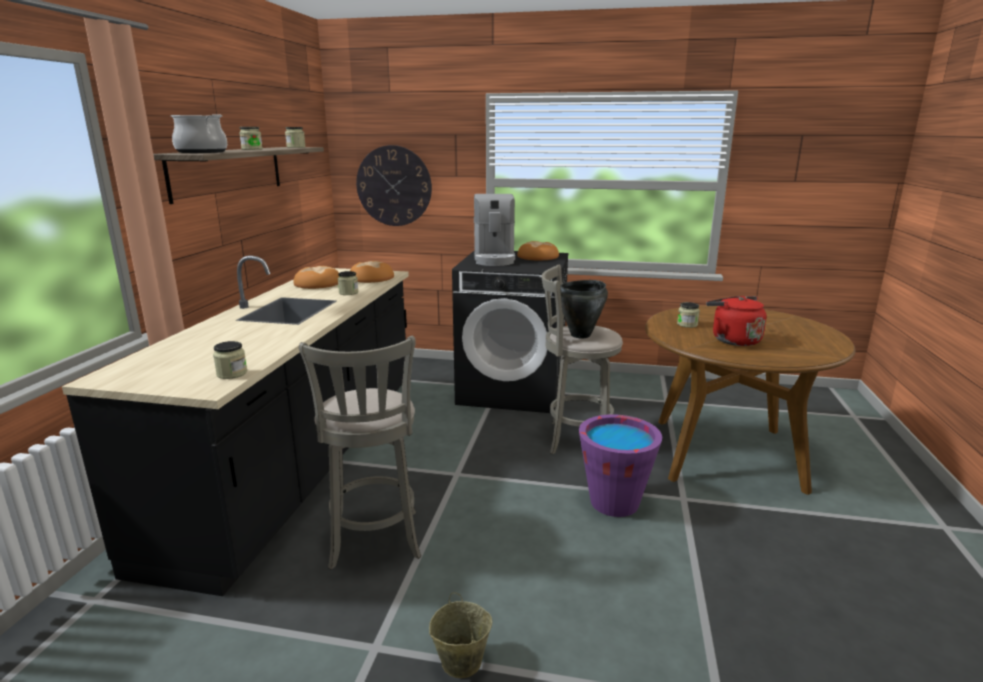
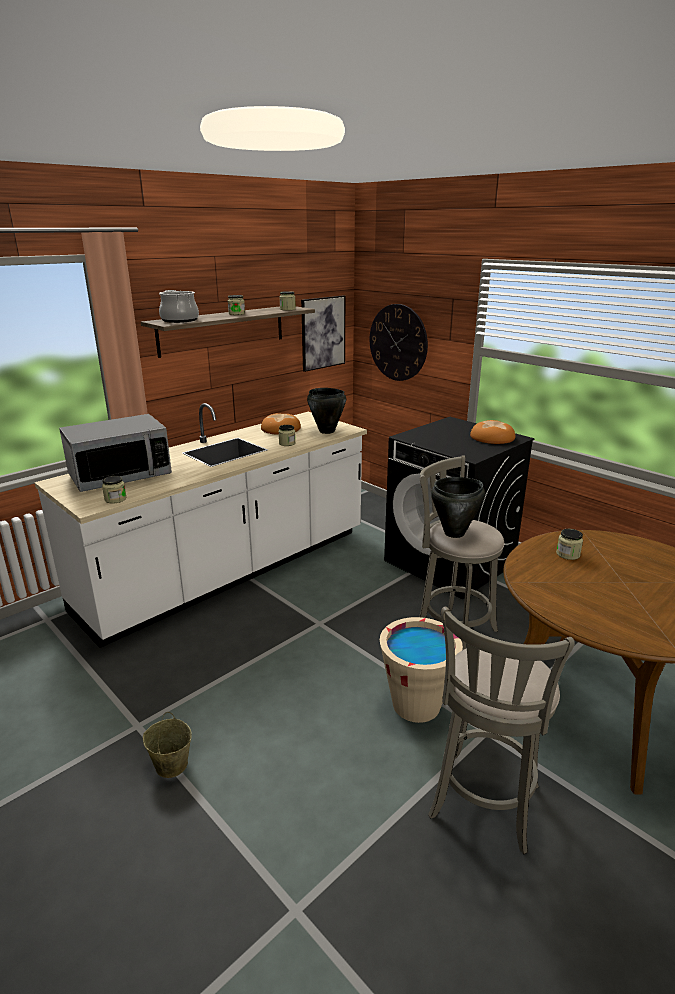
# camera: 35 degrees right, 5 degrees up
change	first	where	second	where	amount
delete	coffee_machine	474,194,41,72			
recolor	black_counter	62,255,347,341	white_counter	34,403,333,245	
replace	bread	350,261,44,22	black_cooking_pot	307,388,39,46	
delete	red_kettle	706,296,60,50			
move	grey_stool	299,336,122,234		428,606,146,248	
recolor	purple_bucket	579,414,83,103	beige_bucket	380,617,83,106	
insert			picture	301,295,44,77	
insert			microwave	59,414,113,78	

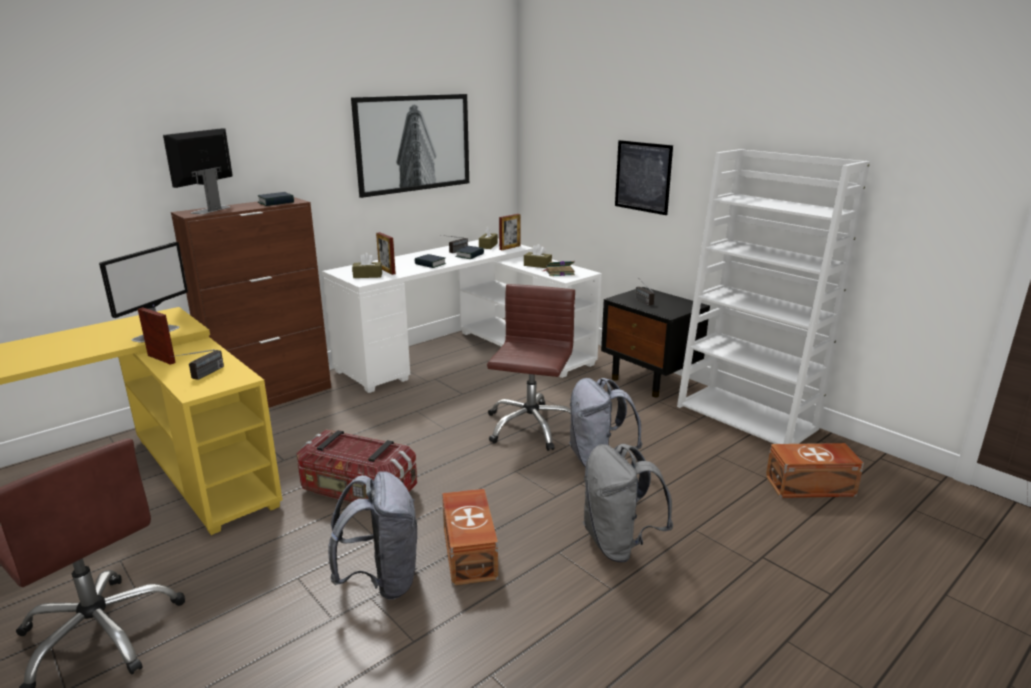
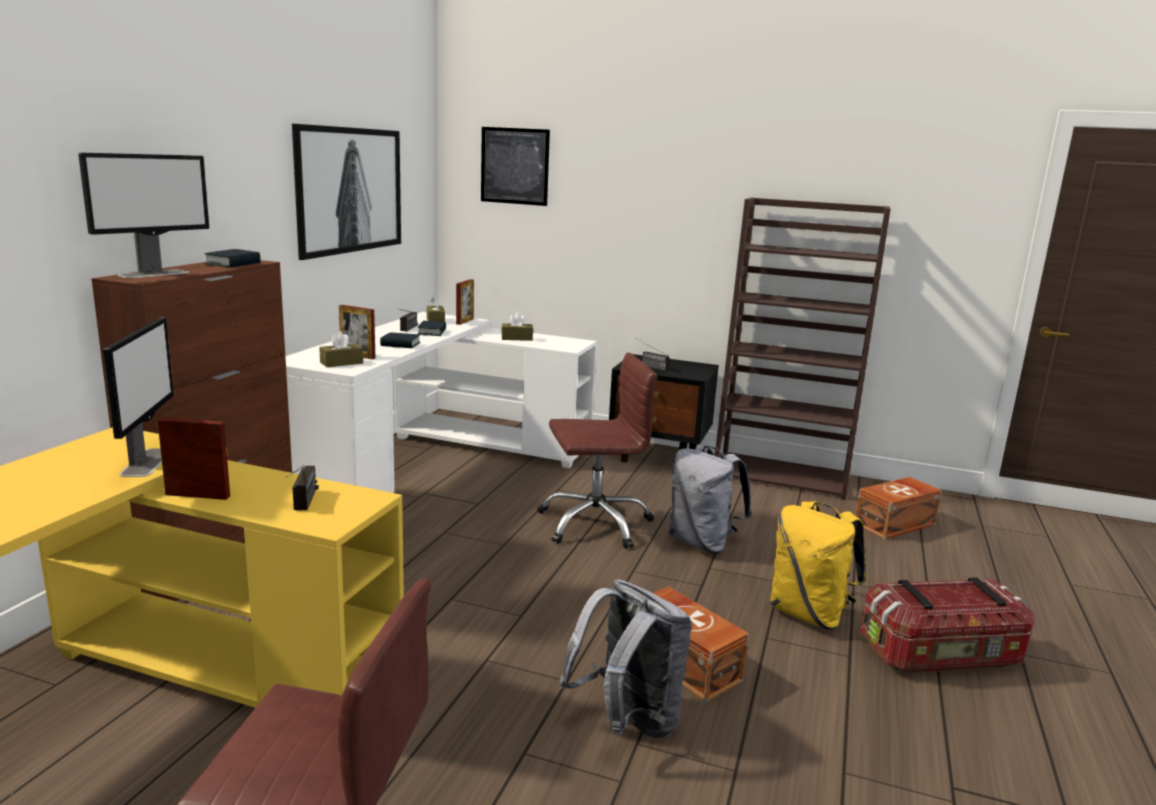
# camera: 30 degrees left, 5 degrees down
change	first	where	second	where	amount
rotate	monitor	163,128,70,86		78,153,131,125	135 degrees counterclockwise
move	picture	615,140,58,75		481,127,69,79	
recolor	white_bookcase	677,149,193,295	brown_bookcase	715,198,176,302	
delete	book	542,261,33,15			
rotate	brown_office_chair	487,284,88,167		538,352,119,197	90 degrees clockwise
move	storage_box	296,430,121,72		860,577,176,96	
recolor	grey_backpack	583,444,90,118	yellow_backpack	770,501,96,128	

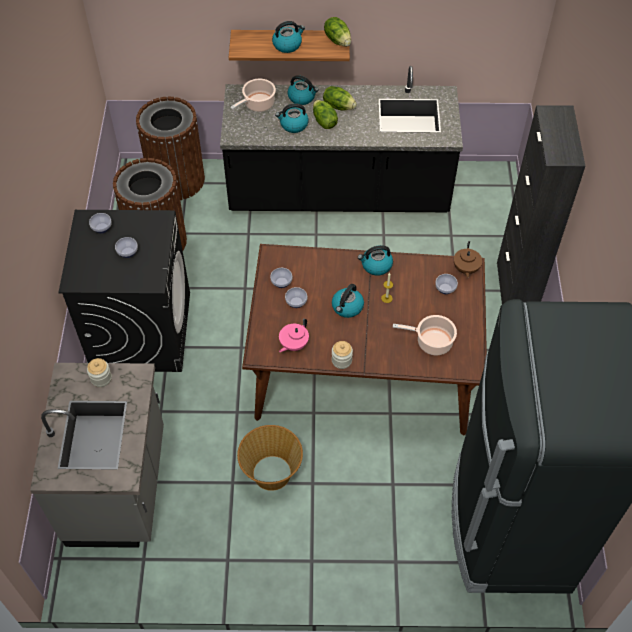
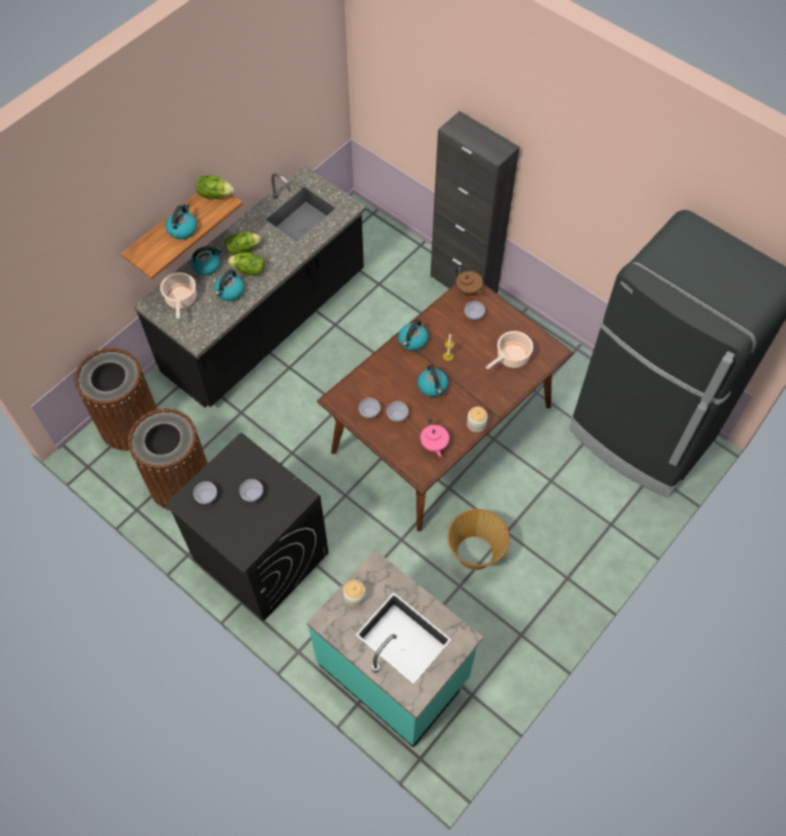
# camera: 50 degrees left, 5 degrees up
change	first	where	second	where	amount
recolor	grey_counter	30,363,134,185	turquoise_counter	307,550,176,198	

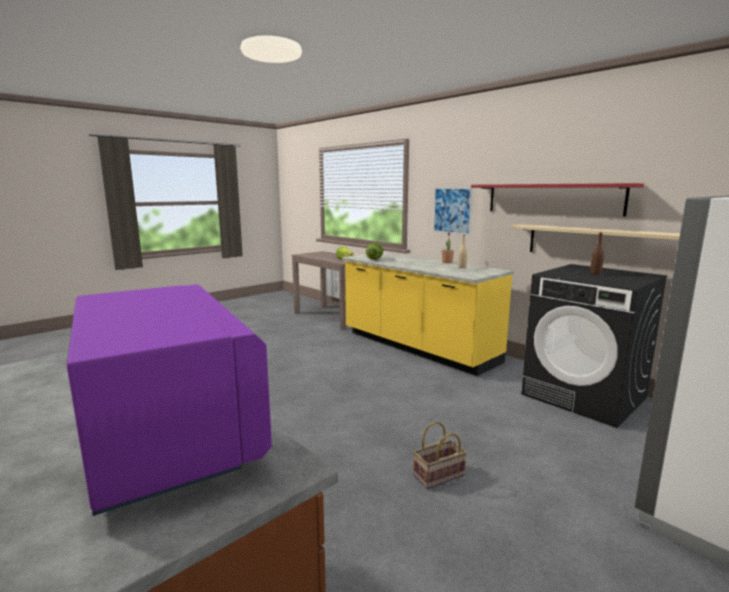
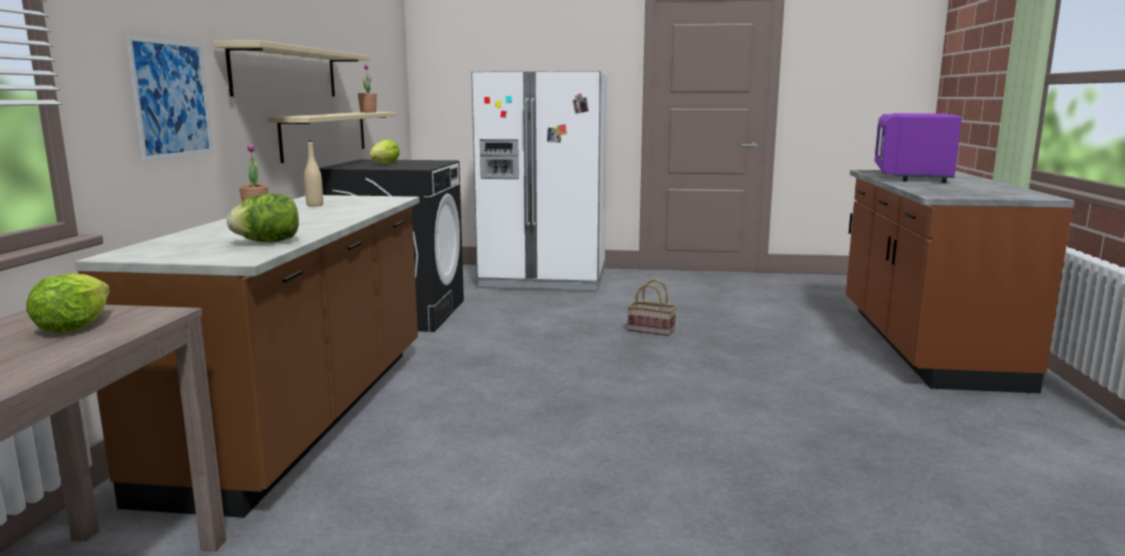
# camera: 130 degrees left, 0 degrees up
change	first	where	second	where	amount
recolor	red_shelf	471,183,173,33	beige_shelf	214,40,156,56	
replace	brown_bottle	590,232,14,42	lettuce	369,139,31,25	
recolor	yellow_counter	342,252,171,124	brown_counter	75,195,345,323	
insert			potted_plant	358,64,19,49	

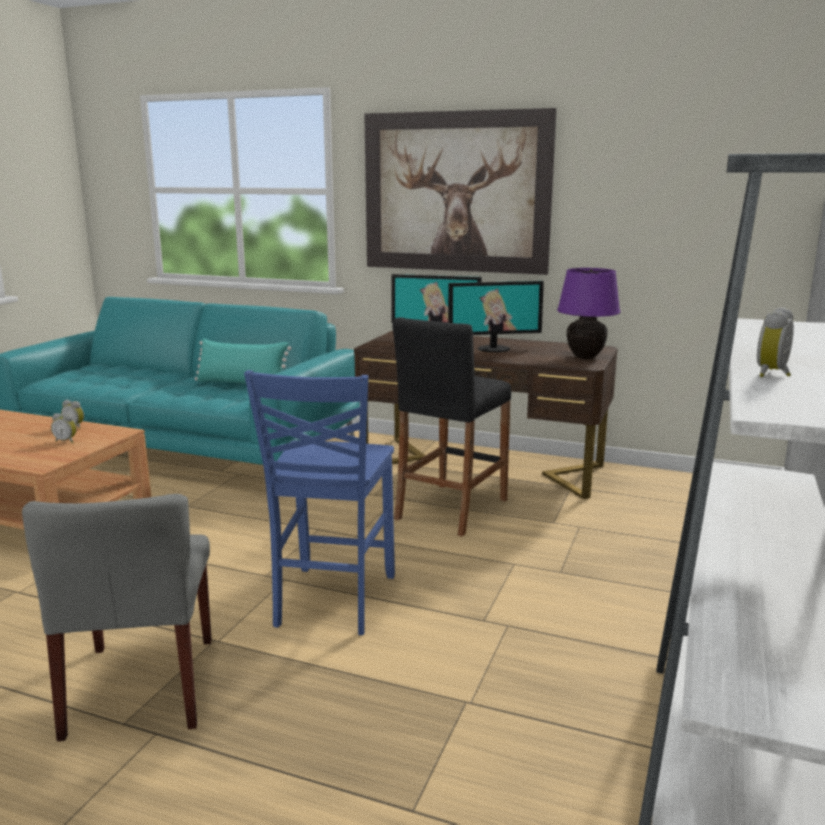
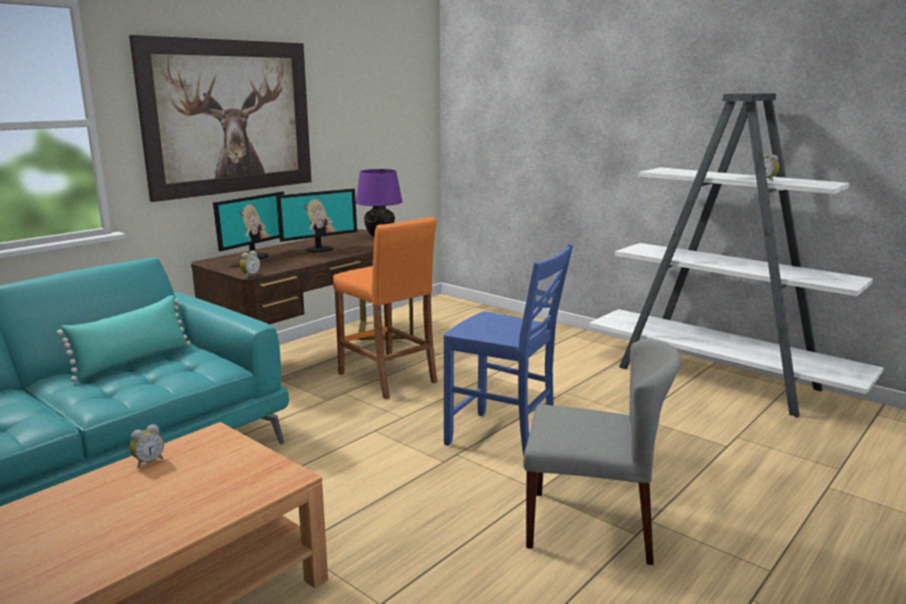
# camera: 70 degrees left, 0 degrees up
change	first	where	second	where	amount
rotate	monitor	448,281,96,71		276,188,81,65	45 degrees clockwise
recolor	black_stool	392,317,119,220	orange_stool	333,217,105,182	
move	alarm_clock	51,413,26,30		240,250,20,28	

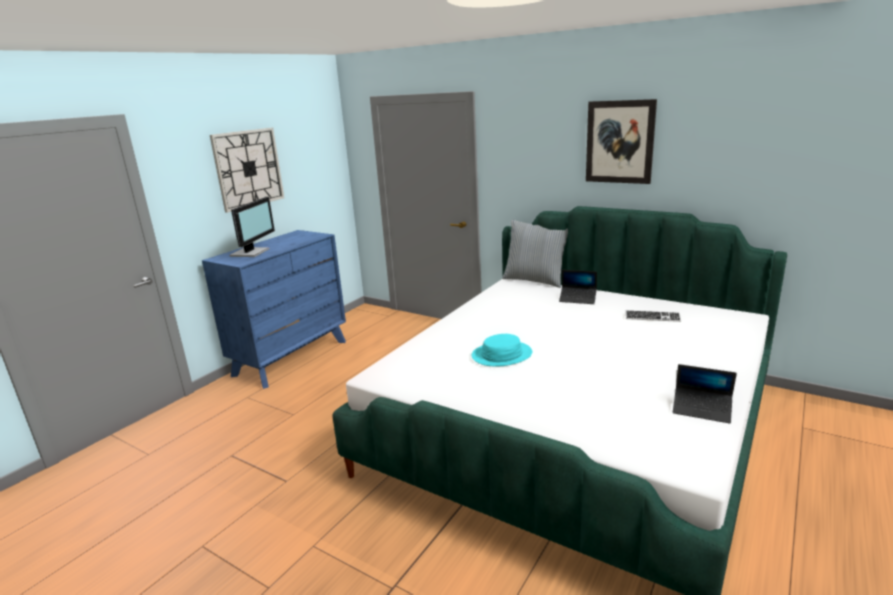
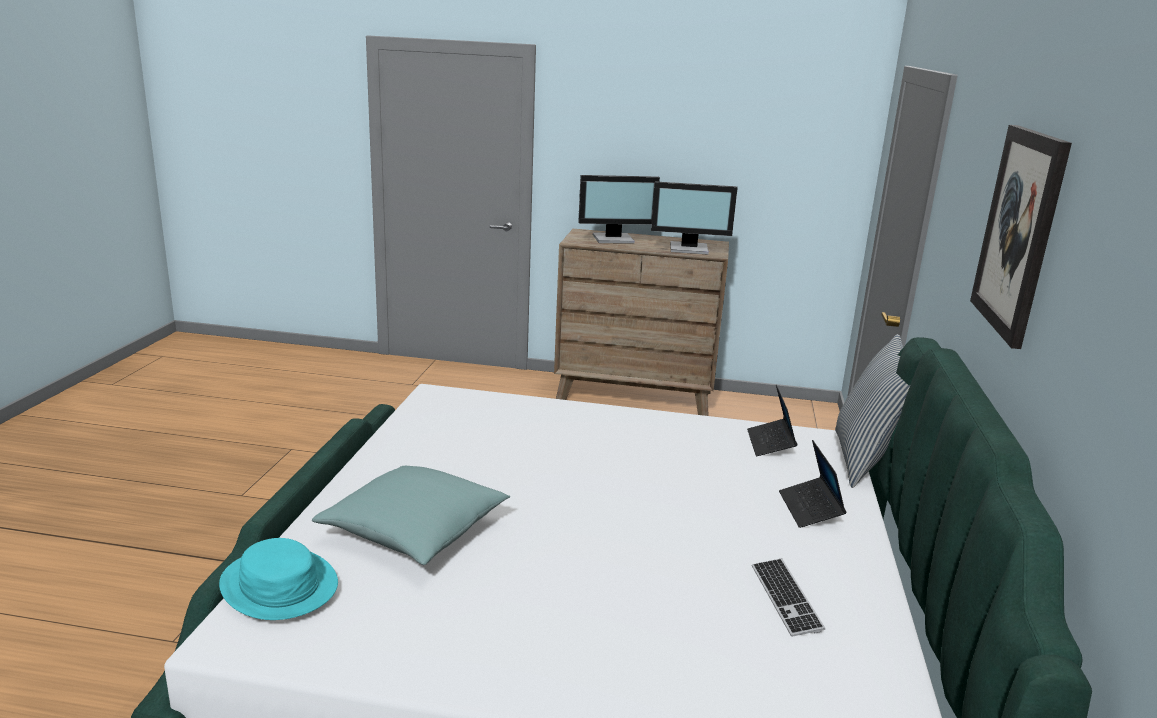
# camera: 65 degrees right, 0 degrees up
change	first	where	second	where	amount
delete	wall_clock	210,128,74,85			
recolor	blue_dresser	202,230,144,159	brown_dresser	554,229,175,187	
move	turquoise_hat	472,334,60,32		219,538,119,82	
move	laptop	673,364,64,59		747,385,50,71	
insert			monitor	651,181,87,74	
insert			turquoise_pillow	312,466,199,99	

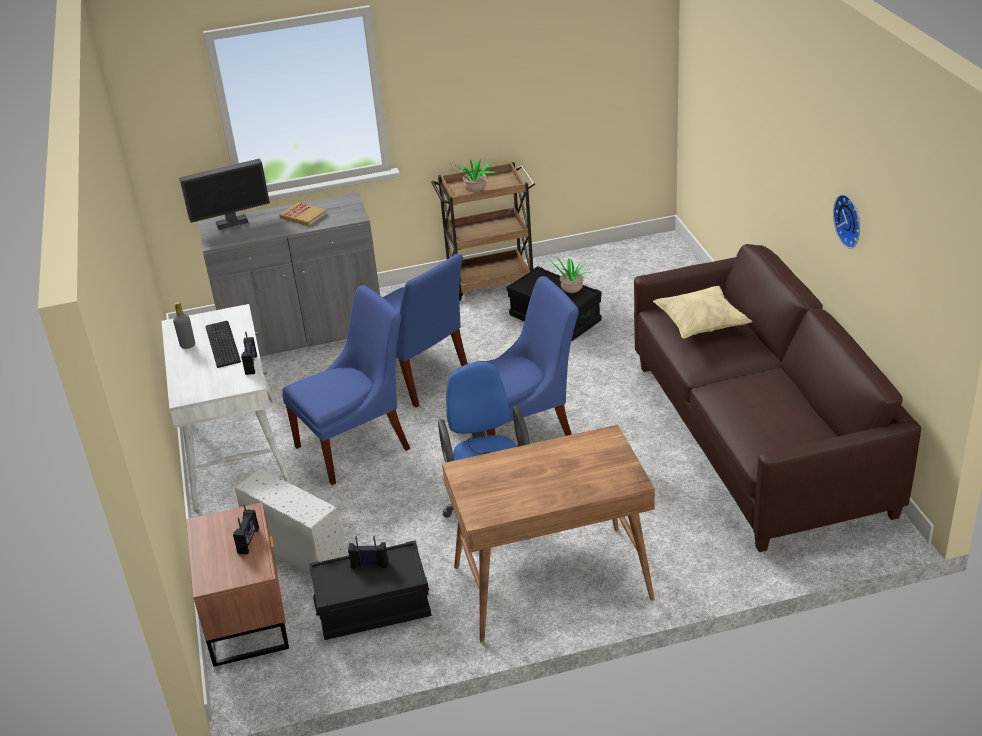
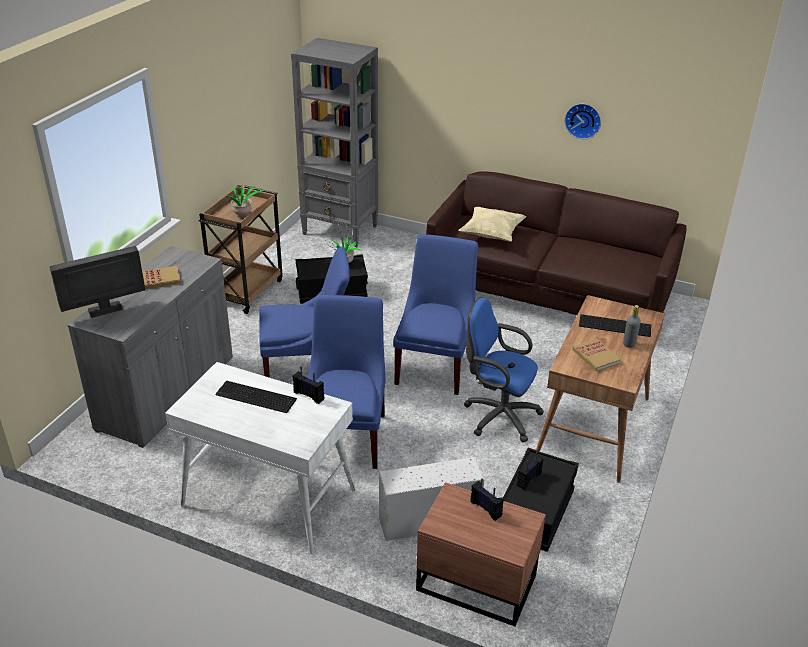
# camera: 55 degrees left, 0 degrees up
change	first	where	second	where	amount
rotate	monitor	179,158,91,72		49,246,96,72	135 degrees counterclockwise
move	grey_bottle	173,302,22,47		623,305,18,43	
insert			grey_bookcase	291,38,87,209	
insert			keyboard	579,314,72,23	
insert			book	572,339,49,33	

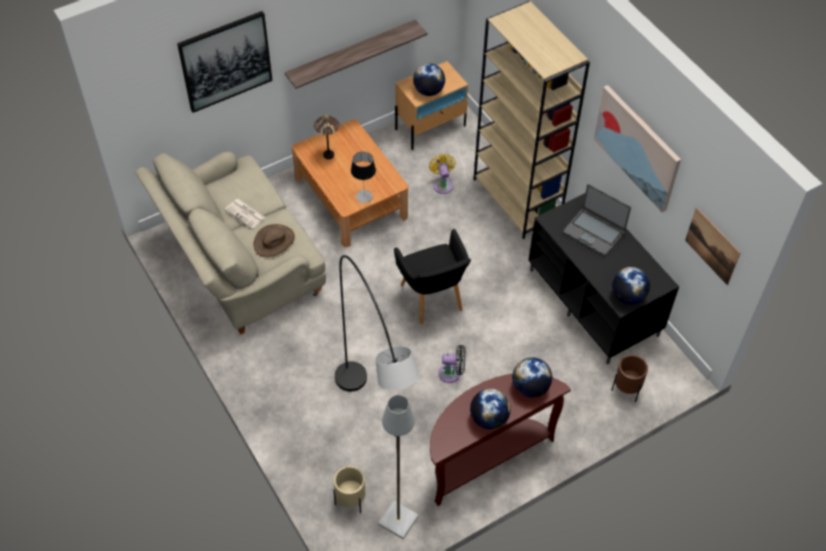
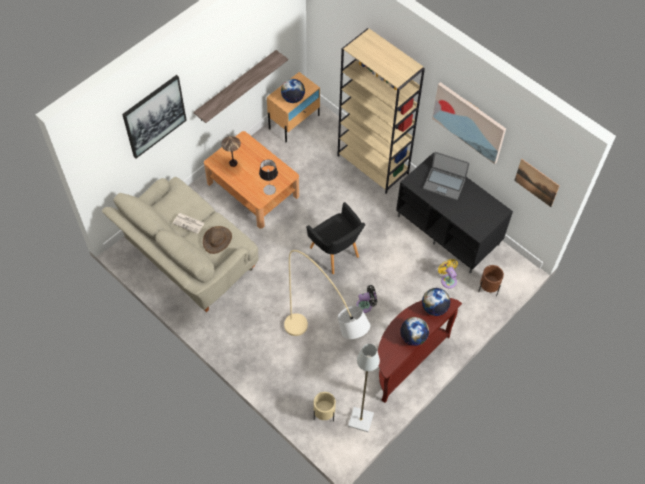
# camera: 15 degrees left, 5 degrees up
change	first	where	second	where	amount
move	yellow_fan	429,154,27,40		438,259,20,30	
recolor	black_floor_lamp	335,255,85,137	beige_floor_lamp	284,250,86,89	
delete	globe	612,267,38,37			

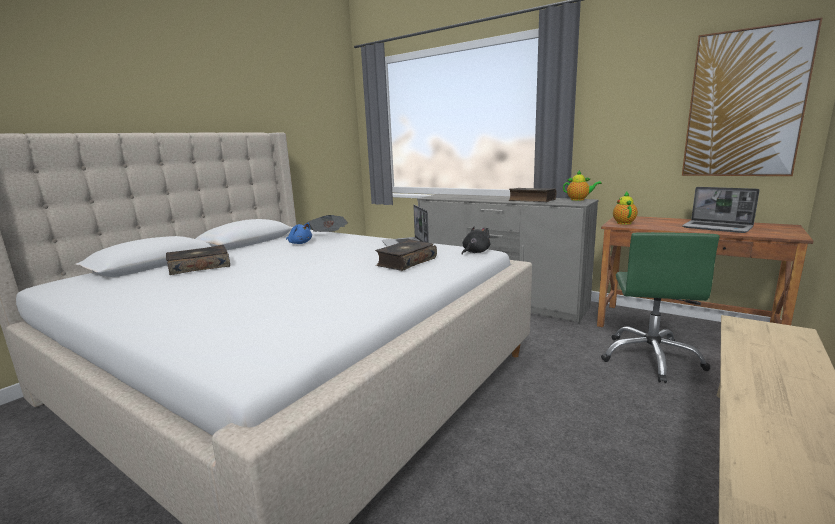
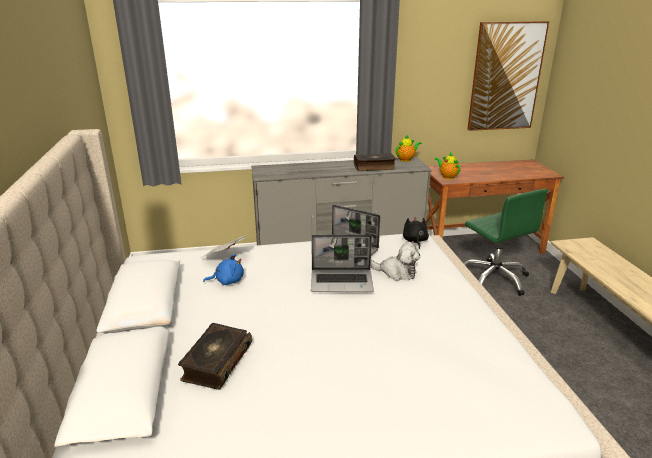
# camera: 45 degrees left, 10 degrees up
change	first	where	second	where	amount
move	laptop	682,187,78,46		311,235,63,57	
replace	book	375,239,62,32	plush_toy	370,242,50,39	

